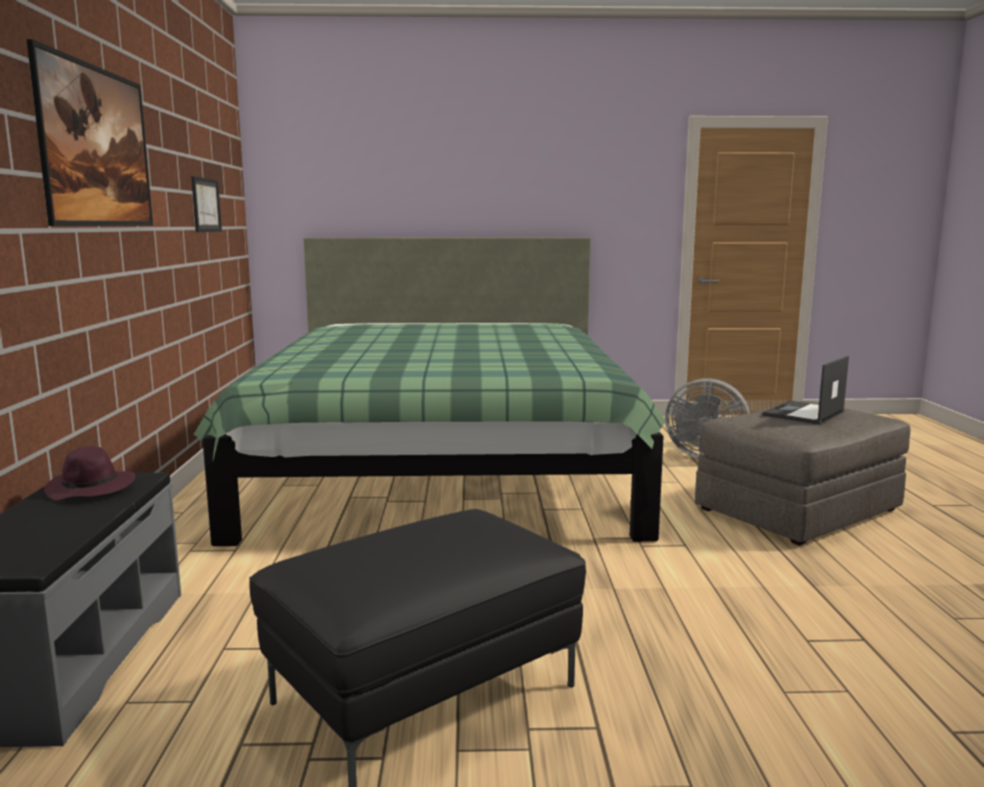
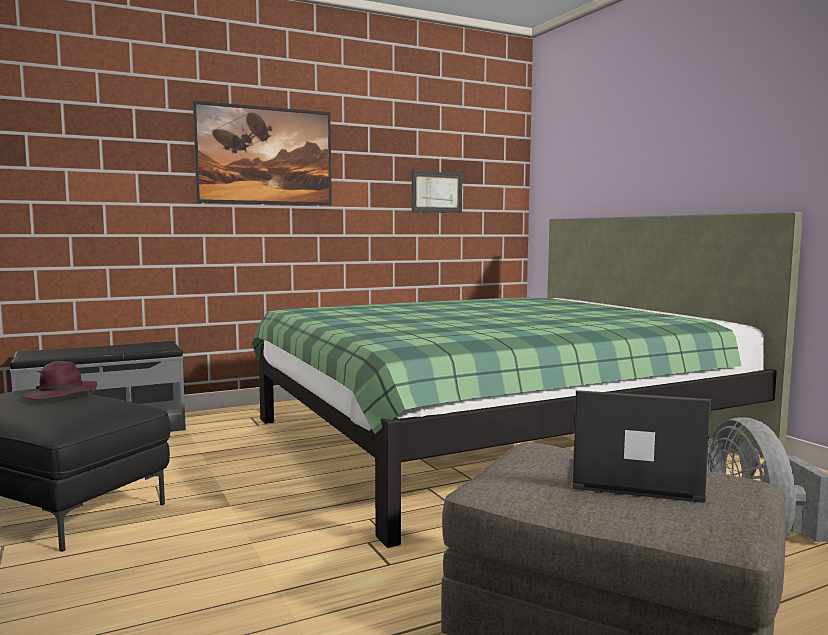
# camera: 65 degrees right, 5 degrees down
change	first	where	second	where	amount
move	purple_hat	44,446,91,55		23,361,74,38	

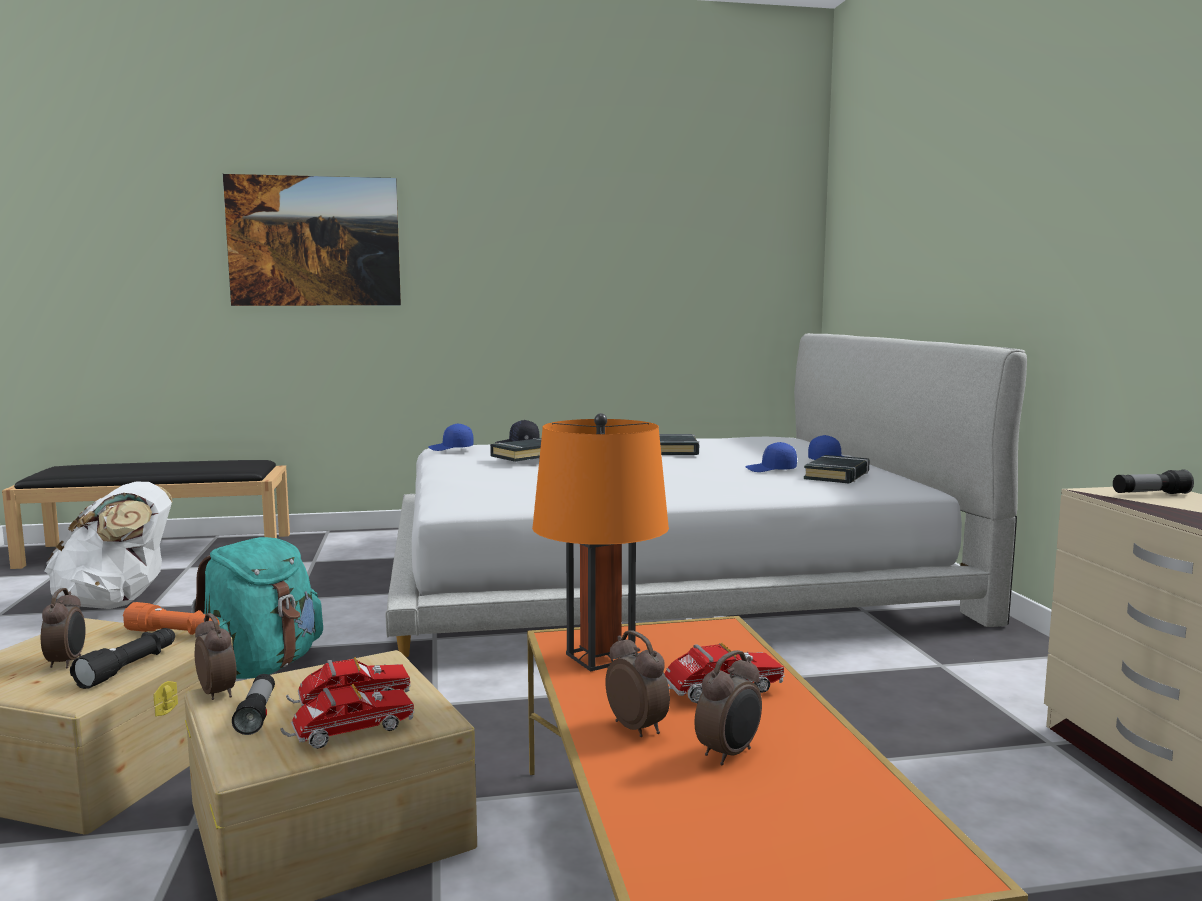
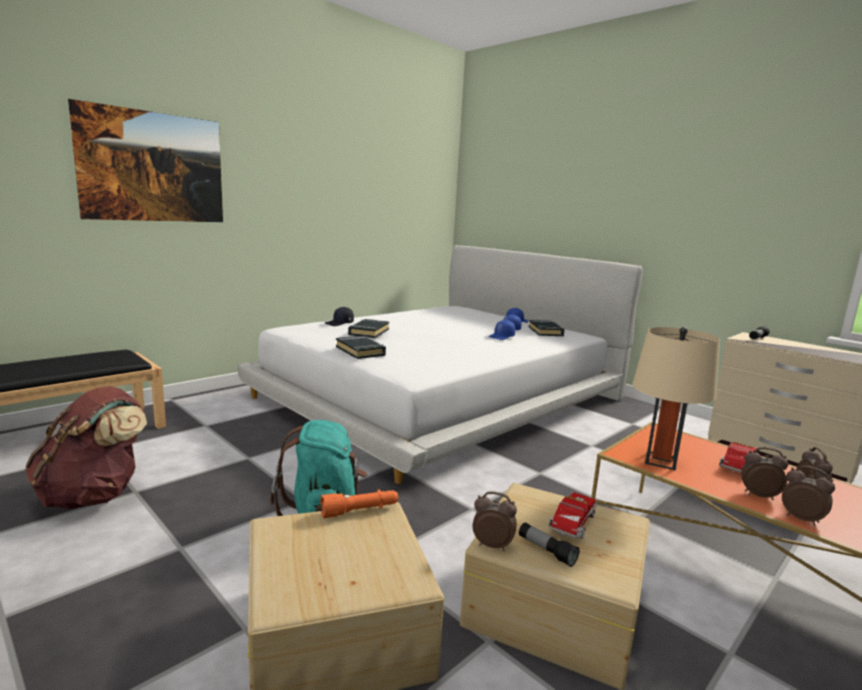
# camera: 35 degrees left, 5 degrees up
change	first	where	second	where	amount
recolor	orange_table_lamp	532,413,137,259	beige_table_lamp	633,327,87,144	
move	blue_cap	428,423,46,28		488,320,27,20	
move	black_book	659,434,40,21		336,336,50,23	
recolor	white_backpack	44,482,129,127	brown_backpack	25,386,122,123	
move	alarm_clock	41,588,45,81		782,466,53,59	
delete	black_flashlight	70,628,105,61			
delete	toy_truck	281,684,134,65			

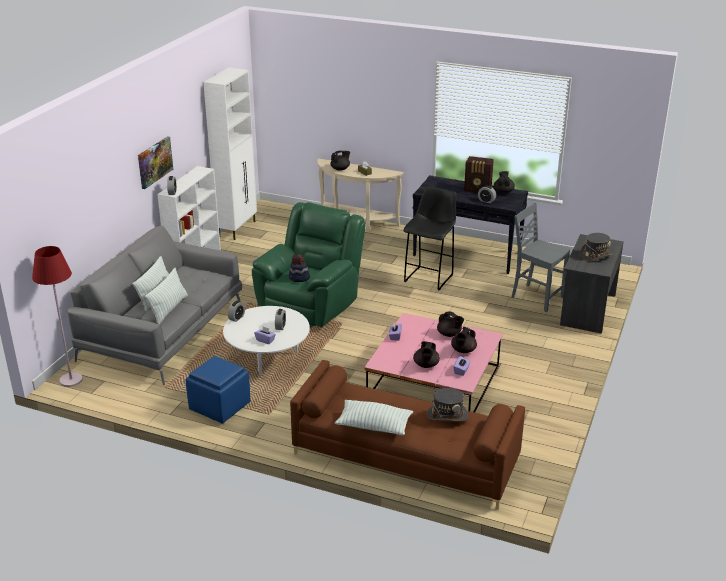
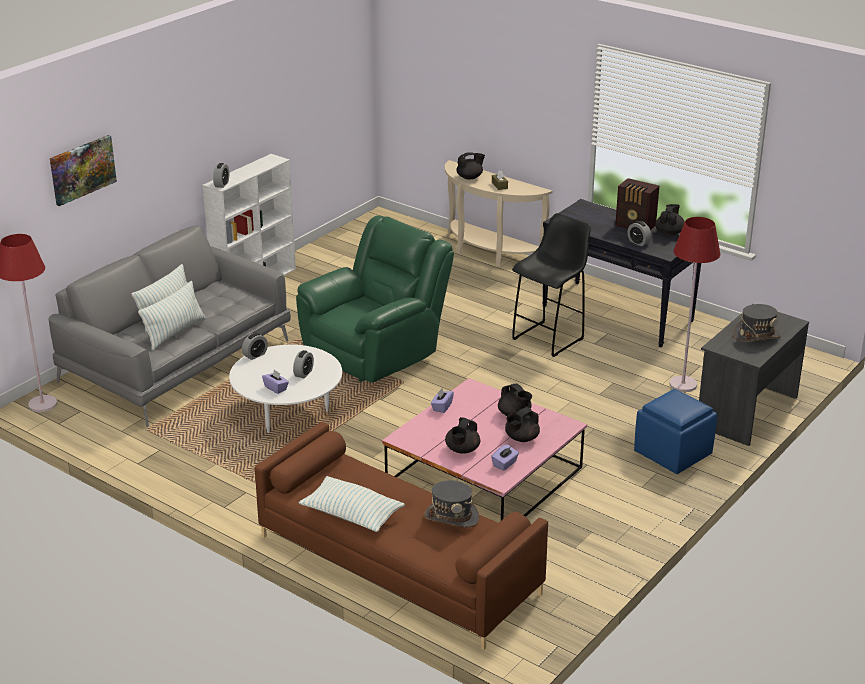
# camera: 15 degrees right, 0 degrees up
change	first	where	second	where	amount
delete	white_cabinet	203,67,54,173			
move	picture	138,136,35,53		50,135,67,71	
replace	grey_chair	511,203,59,109	red_floor_lamp	669,217,51,175	
delete	hat	289,254,21,28			
move	blue_ottoman	185,356,65,68		634,389,83,85	

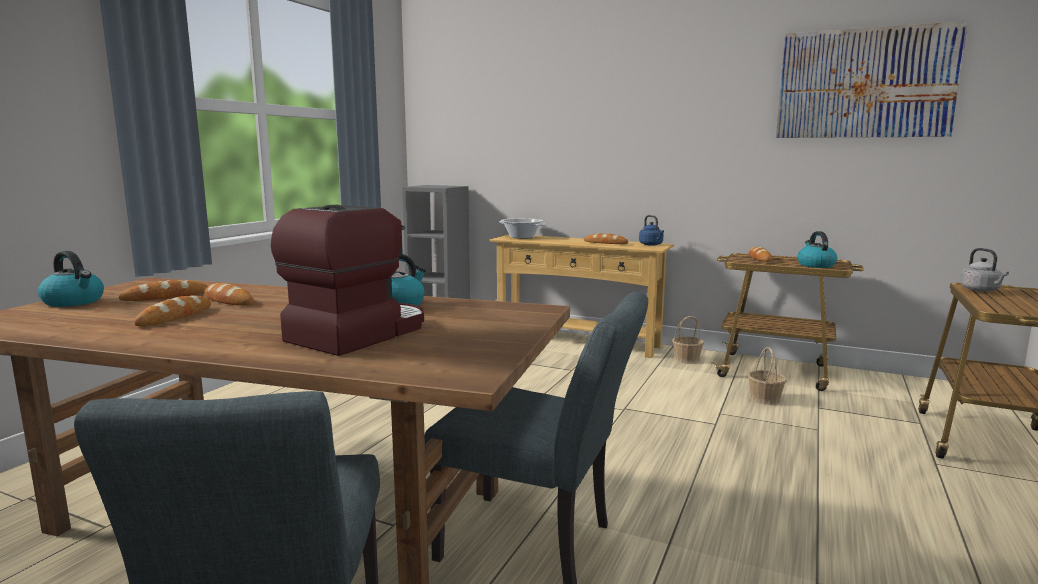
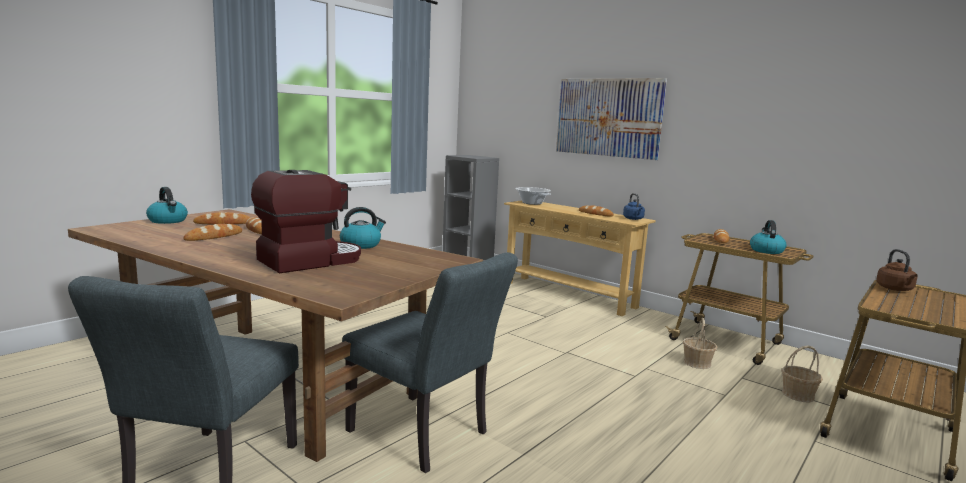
# camera: 15 degrees right, 0 degrees up
change	first	where	second	where	amount
move	picture	776,21,192,117		556,78,111,82	
recolor	grey_kettle	960,248,49,44	brown_kettle	876,249,41,42	
move	basket	672,316,32,48		781,345,42,57	

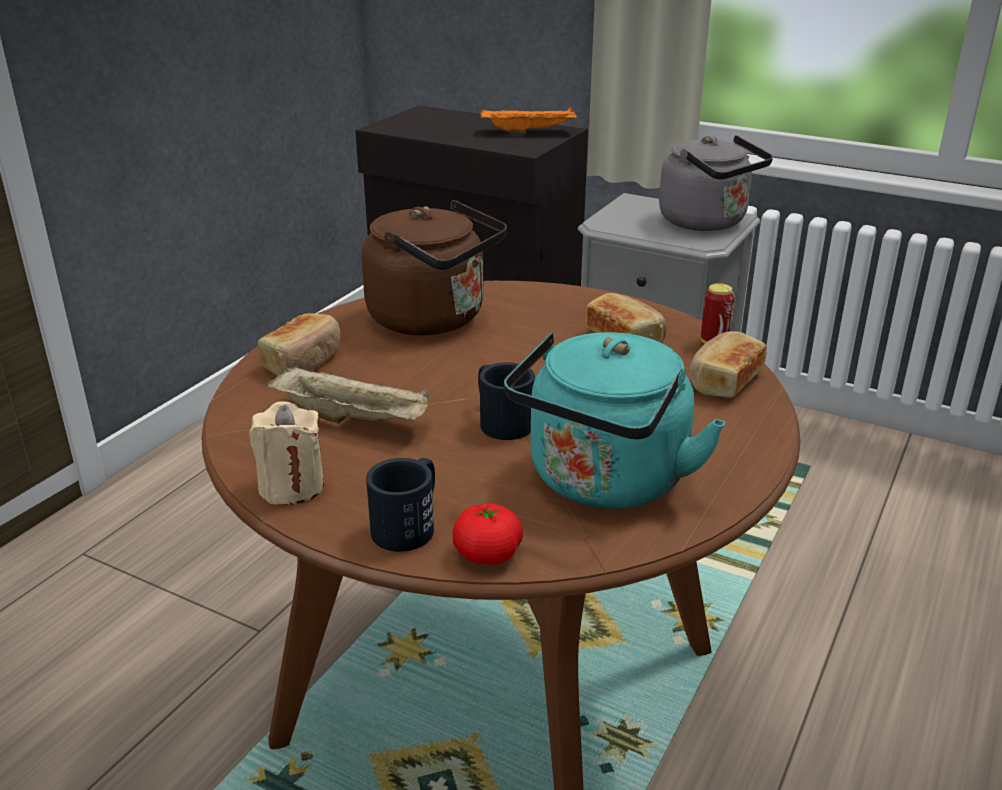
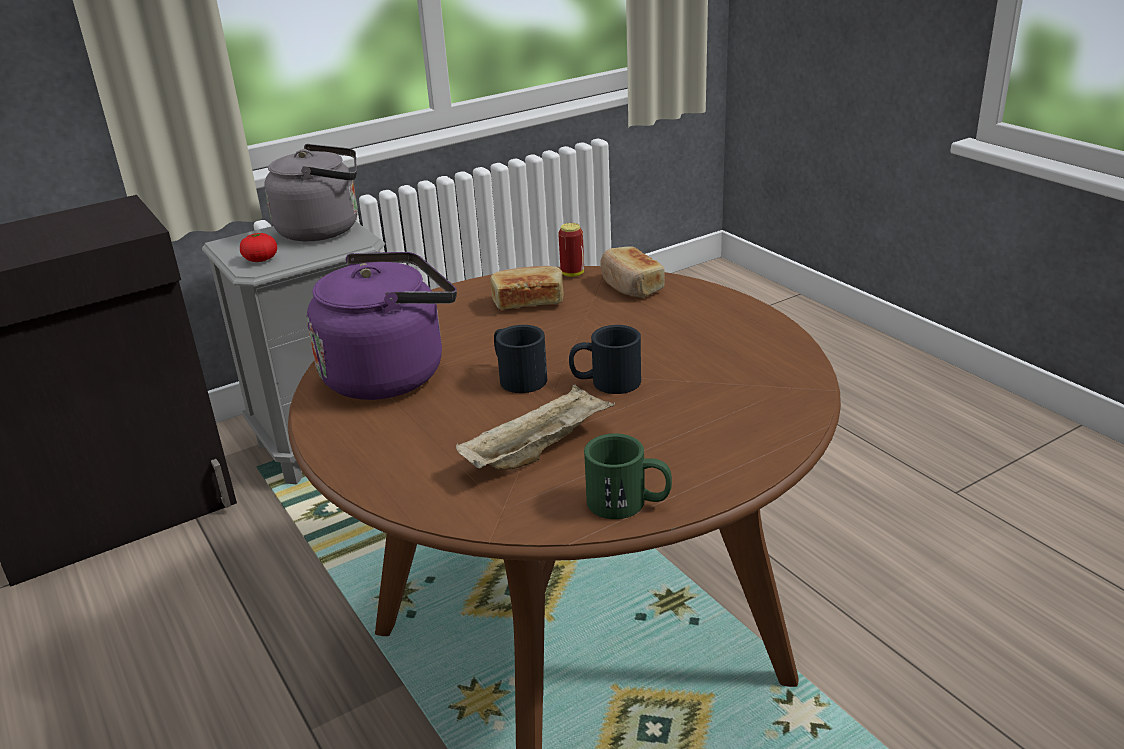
# camera: 60 degrees left, 0 degrees up
change	first	where	second	where	amount
delete	orange_tray	481,107,97,27			
recolor	brown_kettle	362,200,145,135	purple_kettle	307,252,150,148	
delete	bread	258,313,83,63			
delete	turquoise_kettle	504,332,222,177			
replace	beige_candle	249,401,75,104	green_mug	584,433,88,86	
move	black_mug	366,458,69,94		494,325,53,68	
move	tomato	453,503,70,62		240,233,37,29	

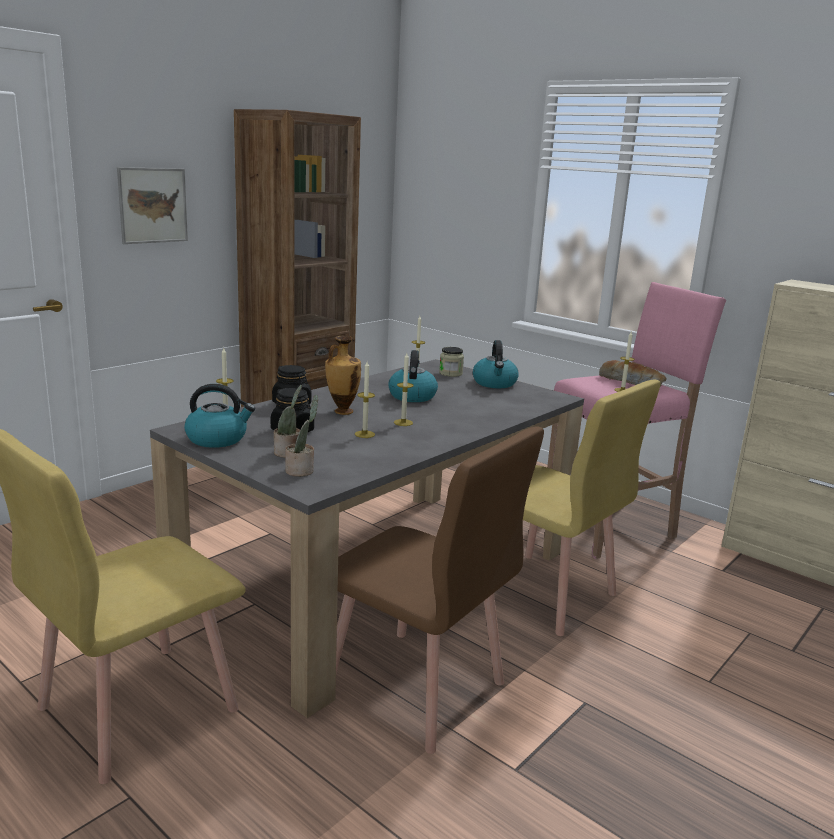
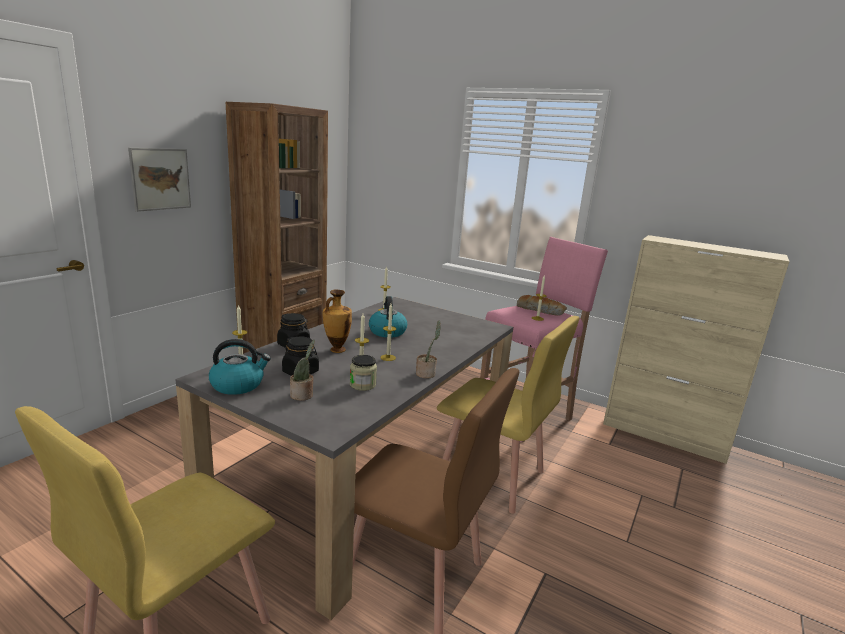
# camera: 10 degrees left, 0 degrees up
change	first	where	second	where	amount
delete	kettle	473,340,46,48			
move	jar	439,347,25,30		350,355,27,36	
move	potted_plant	285,395,33,82		416,320,25,58	

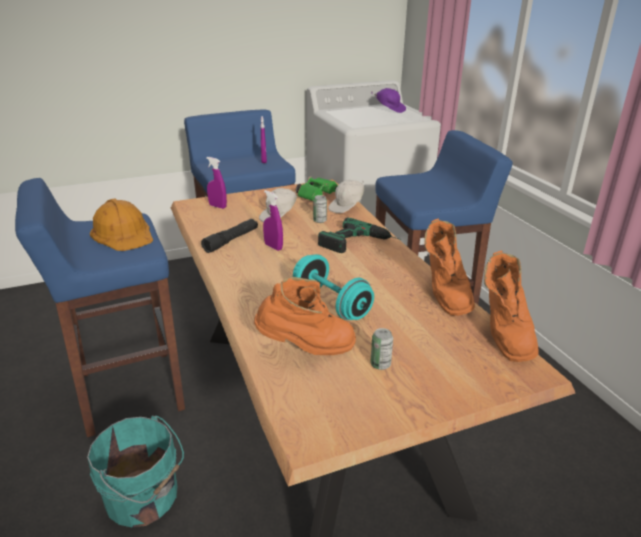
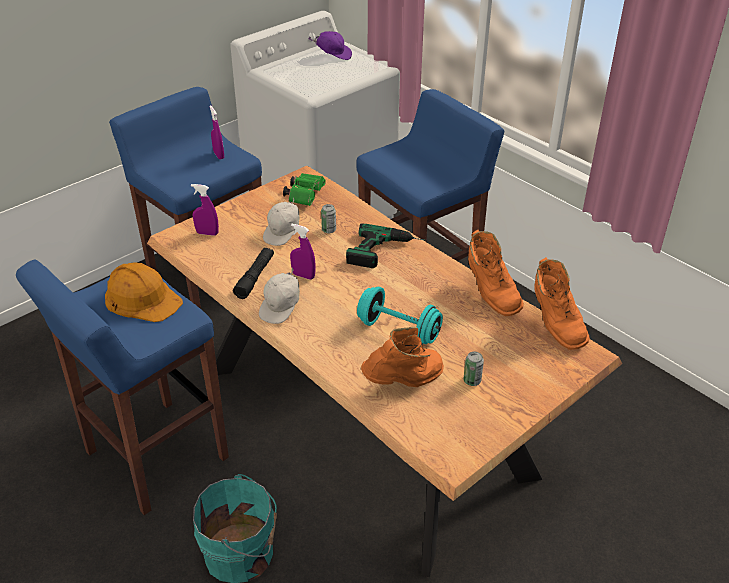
# camera: 20 degrees left, 10 degrees up
change	first	where	second	where	amount
move	white_cap	328,180,36,33		259,268,41,56	

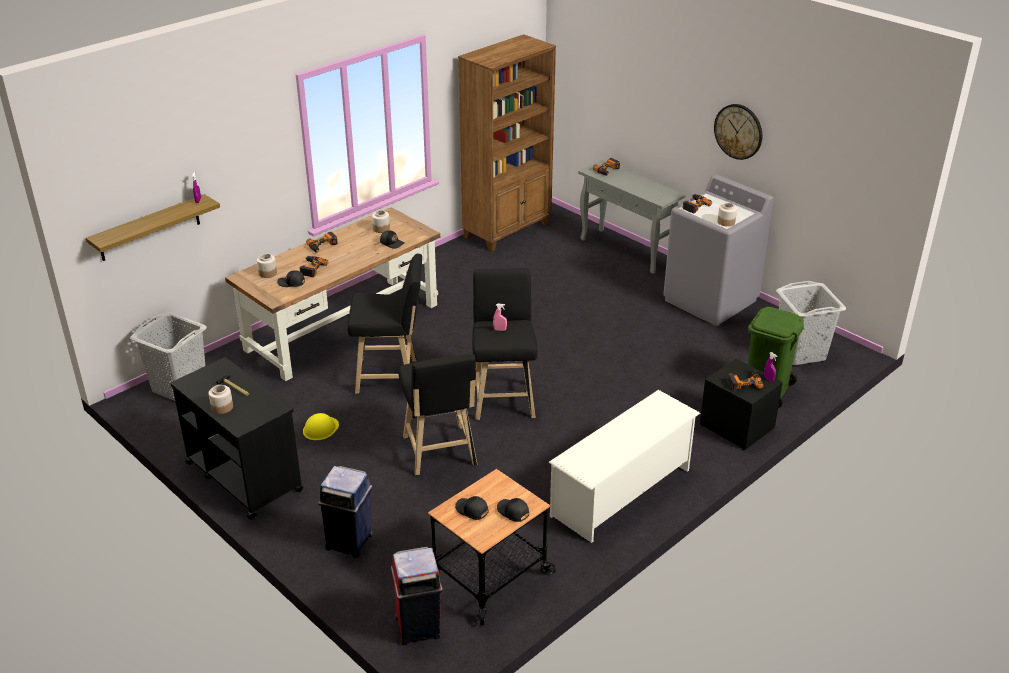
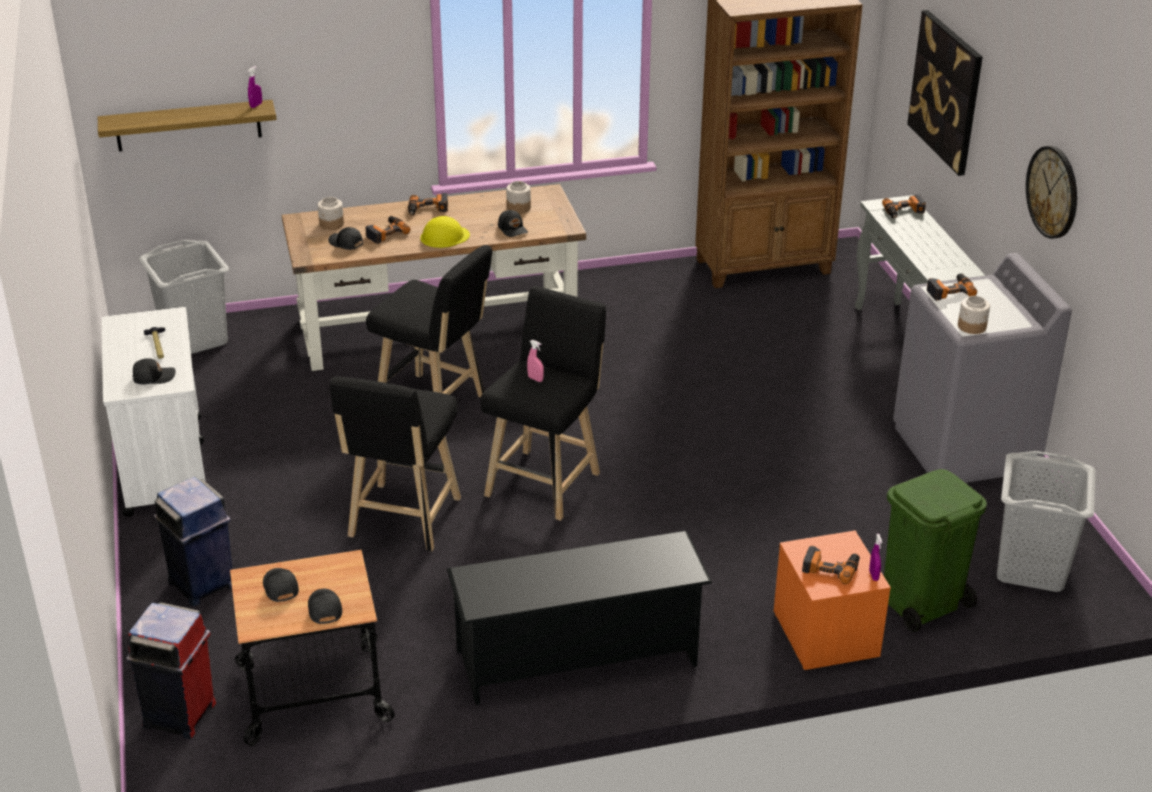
# camera: 30 degrees right, 0 degrees up
change	first	where	second	where	amount
recolor	black_cart	171,357,132,163	white_cart	102,307,104,210	
recolor	black_nightstand	700,359,83,91	orange_nightstand	774,531,117,139	
delete	jar	208,385,25,29			
recolor	white_shoe_rack	548,390,152,153	black_shoe_rack	447,531,265,174	
move	yellow_hard_hat	303,413,36,27		420,216,50,32	
insert			picture	907,10,76,166	
insert			black_cap	133,358,43,26	

